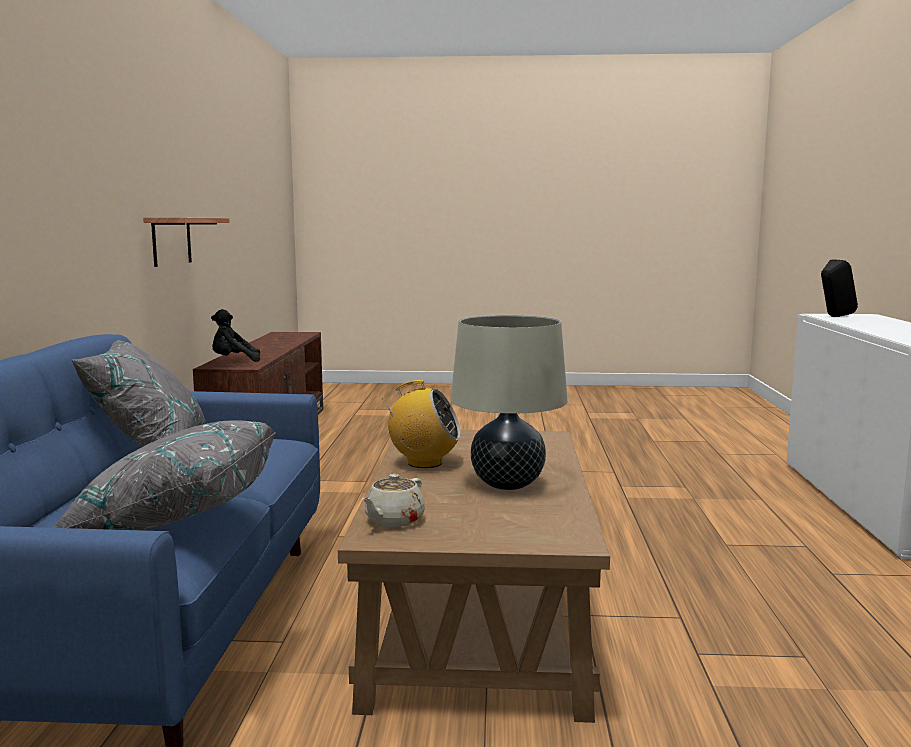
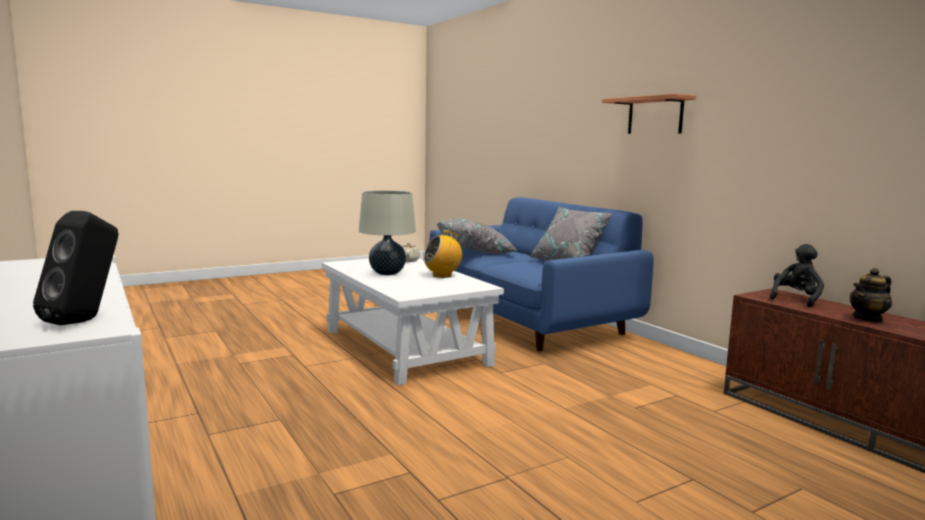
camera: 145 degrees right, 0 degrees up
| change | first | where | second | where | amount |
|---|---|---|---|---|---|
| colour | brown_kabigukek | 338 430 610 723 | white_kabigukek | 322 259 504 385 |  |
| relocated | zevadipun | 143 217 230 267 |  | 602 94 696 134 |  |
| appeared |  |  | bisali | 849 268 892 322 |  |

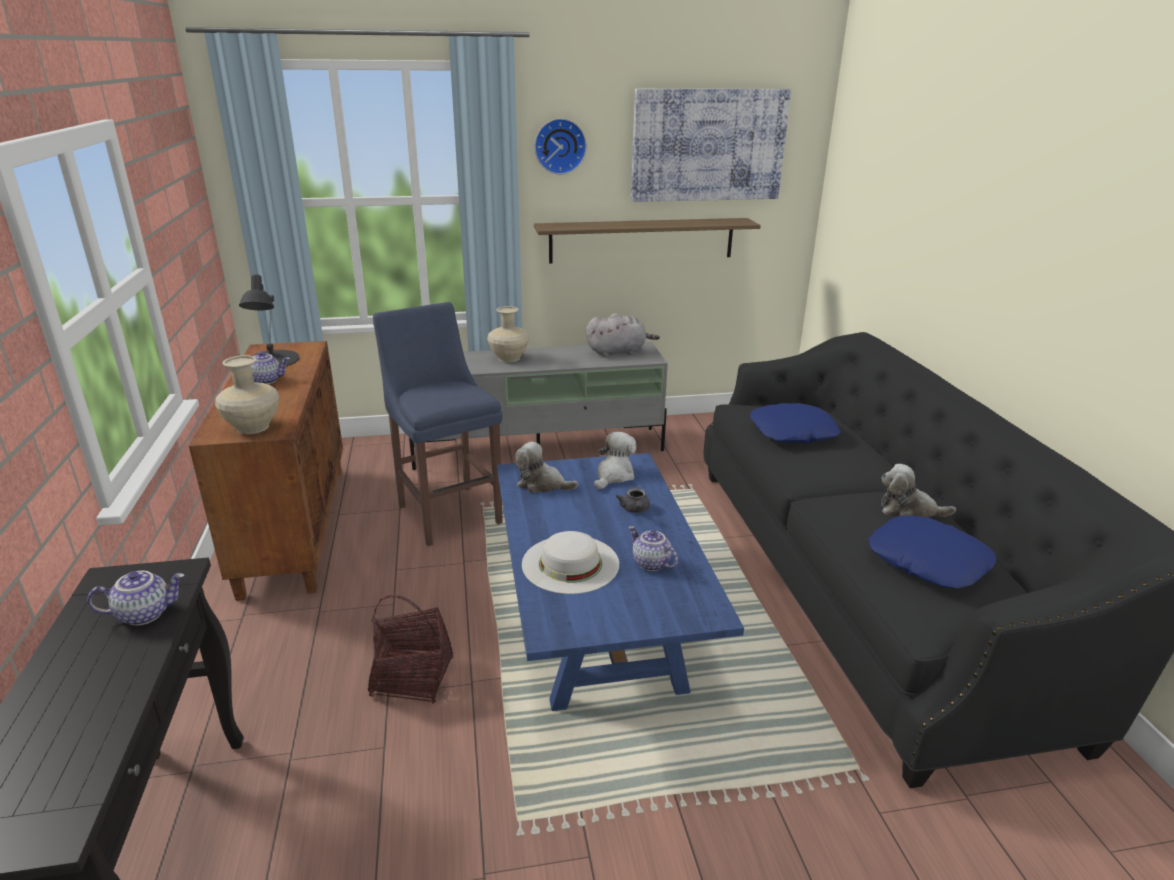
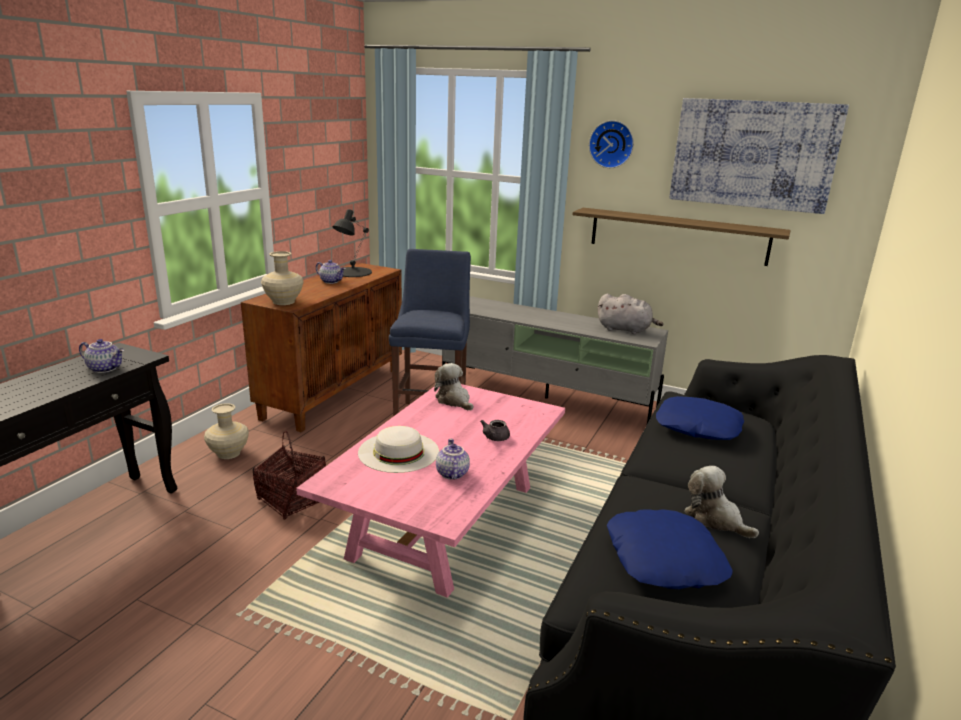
camera: 35 degrees right, 5 degrees down
| change | first | where | second | where | amount |
|---|---|---|---|---|---|
| relocated | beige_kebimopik | 487 306 529 362 |  | 204 403 249 459 |  |
| colour | blue_kabigukek | 497 453 744 711 | pink_kabigukek | 296 384 565 598 |  |
| missing | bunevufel | 594 432 636 489 |  |  |  |

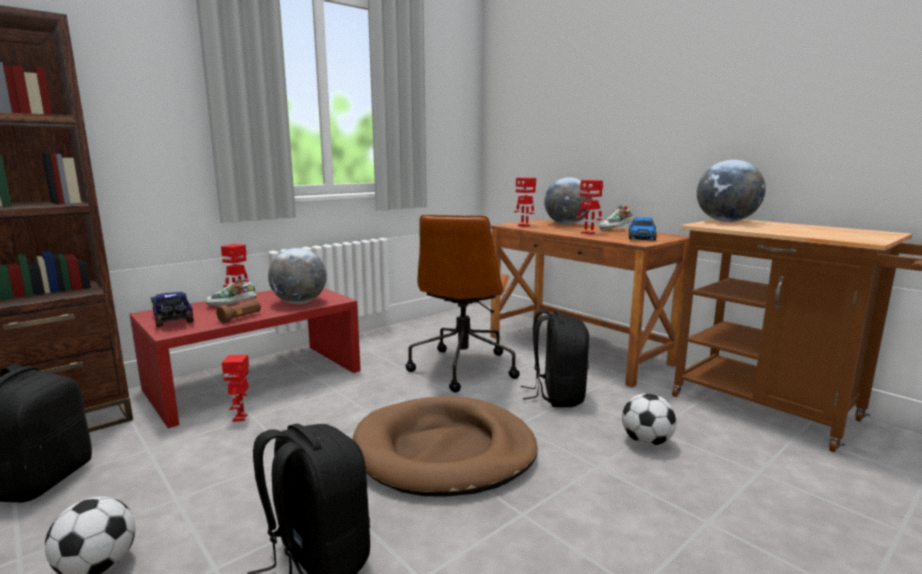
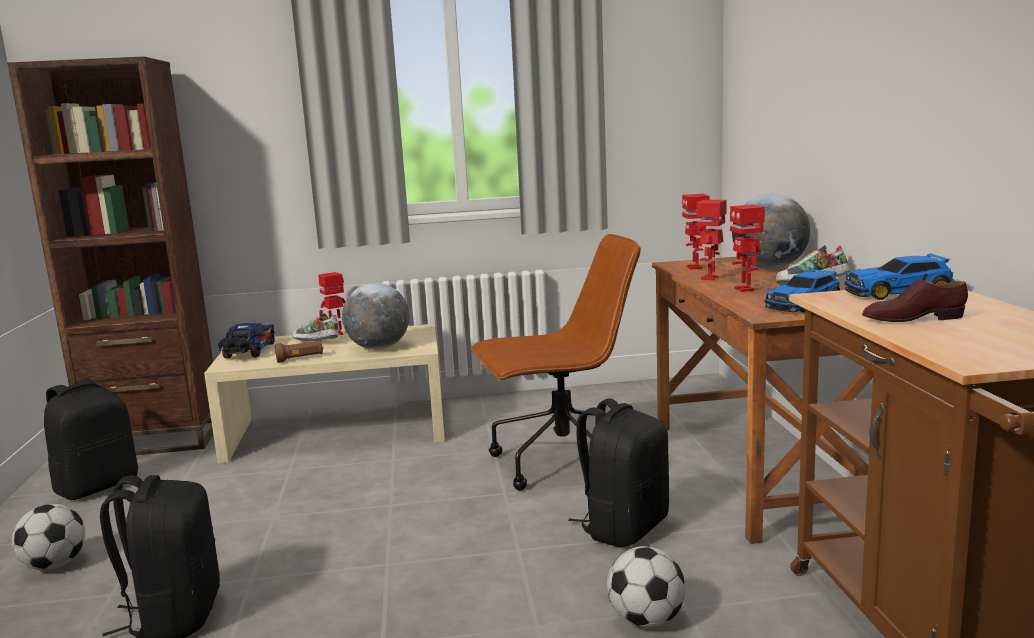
camera: 35 degrees right, 0 degrees up
| change | first | where | second | where | amount |
|---|---|---|---|---|---|
| colour | red_kabigukek | 130 288 361 428 | beige_kabigukek | 204 324 445 464 |  |
| spun | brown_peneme | 405 215 520 392 |  | 471 234 641 491 | 150 degrees counterclockwise |
| relocated | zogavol | 222 355 249 422 |  | 697 200 726 280 |  |
| exchanged | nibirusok | 697 160 766 222 | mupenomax | 845 253 955 300 |  |
| appeared |  |  | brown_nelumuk | 862 279 968 322 |  |
| missing | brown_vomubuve | 353 396 538 497 |  |  |  |

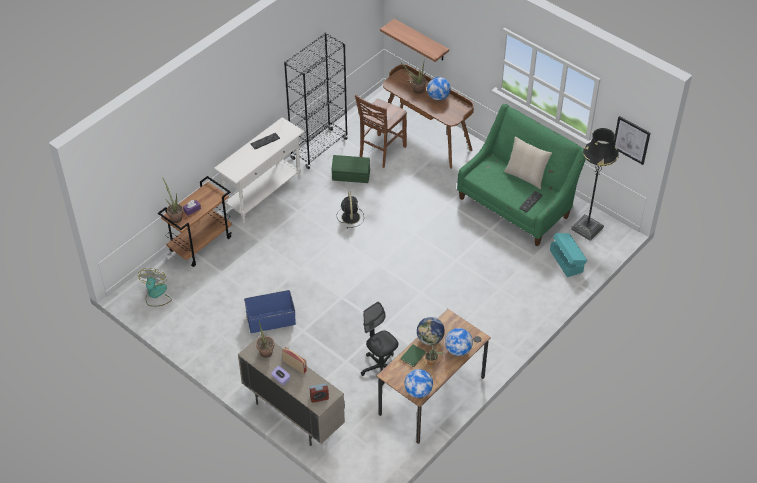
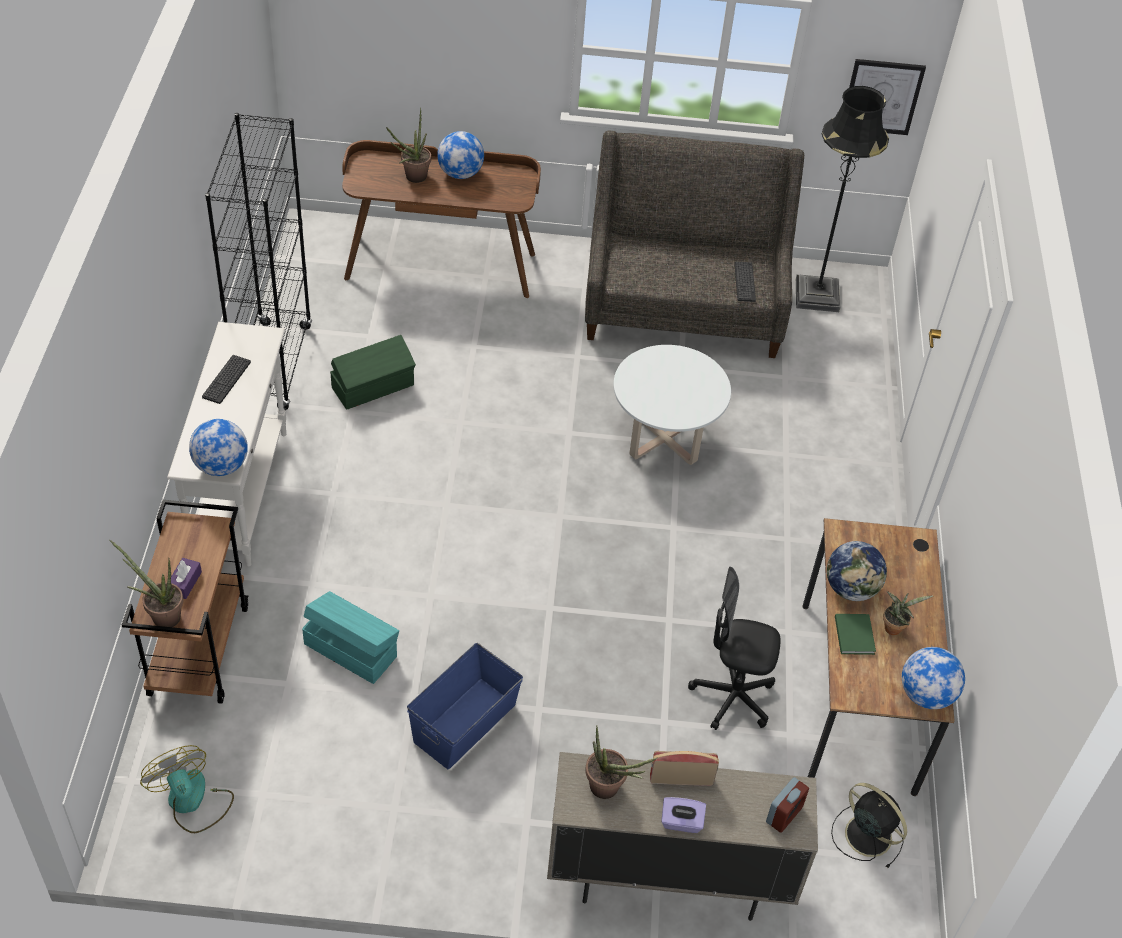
camera: 40 degrees left, 0 degrees up
| change | first | where | second | where | amount |
|---|---|---|---|---|---|
| relocated | nibirusok | 445 328 473 356 |  | 189 419 248 476 |  |
| relocated | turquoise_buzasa | 550 233 587 277 |  | 302 591 399 684 |  |
| colour | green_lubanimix | 457 104 586 247 | grey_lubanimix | 585 130 804 358 |  |
| appeared |  |  | white_kabigukek | 613 345 731 465 |  |
| relocated | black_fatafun | 337 191 364 229 |  | 831 783 907 868 |  |
| missing | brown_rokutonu | 355 95 407 168 |  |  |  |
| missing | zevadipun | 380 19 449 62 |  |  |  |
| missing | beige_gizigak | 504 136 552 189 |  |  |  |

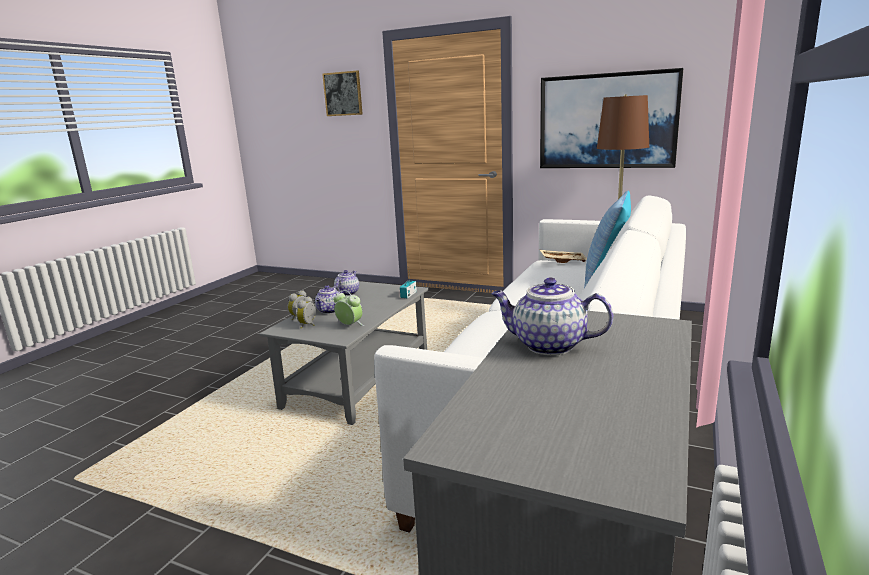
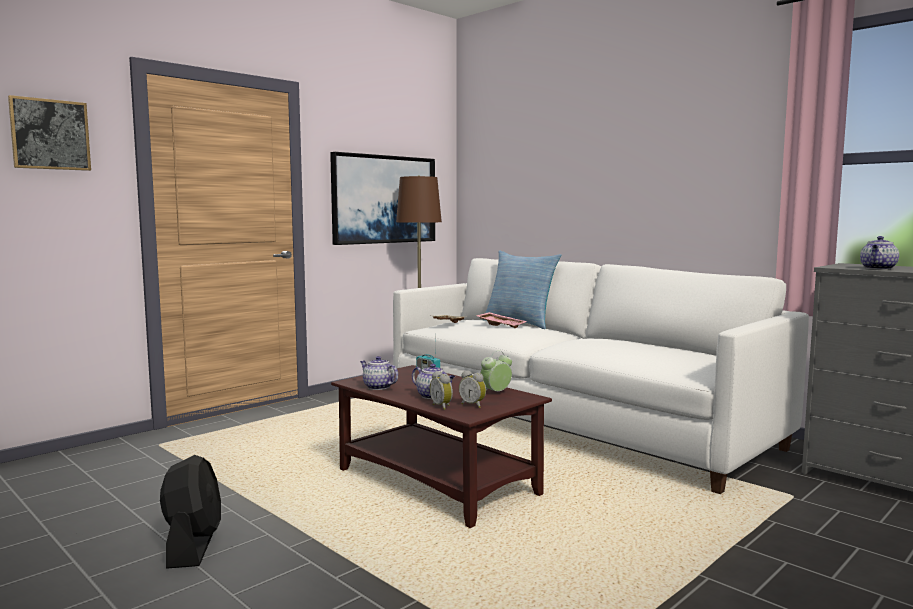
camera: 70 degrees left, 10 degrees down
| change | first | where | second | where | amount |
|---|---|---|---|---|---|
| appeared |  |  | black_fatafun | 160 455 221 568 |  |
| colour | grey_kabigukek | 260 281 429 425 | brown_kabigukek | 331 365 552 528 |  |
| appeared |  |  | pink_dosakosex | 476 312 527 328 |  |

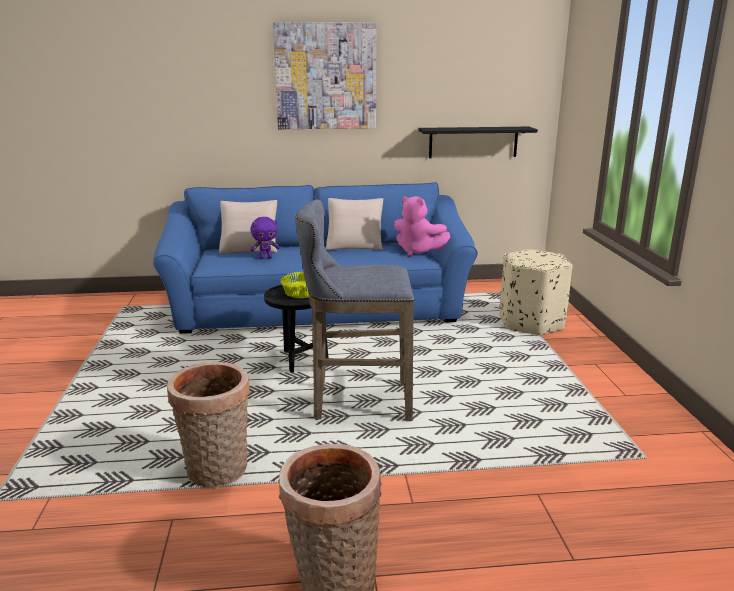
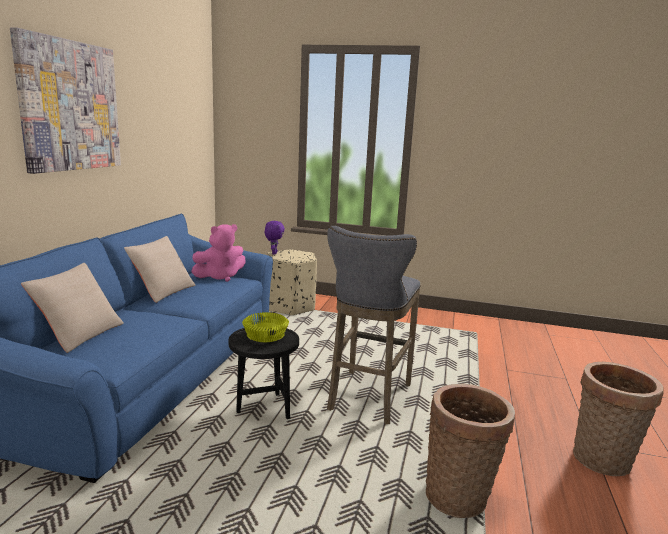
camera: 70 degrees left, 5 degrees down
| change | first | where | second | where | amount |
|---|---|---|---|---|---|
| relocated | purple_bunevufel | 250 217 280 259 |  | 265 221 285 255 |  |
| missing | black_zevadipun | 419 127 538 158 |  |  |  |

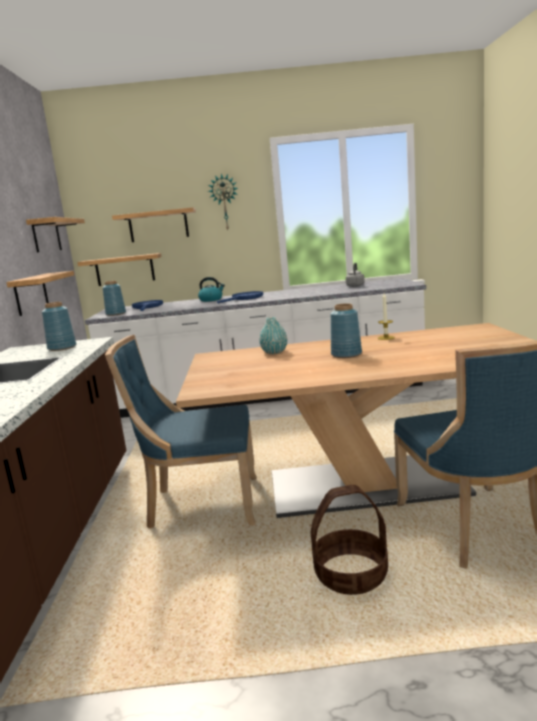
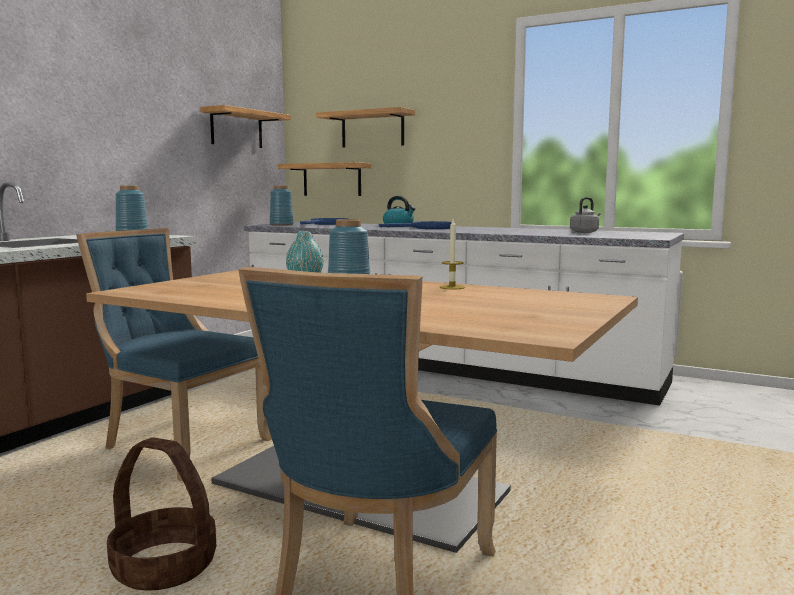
camera: 30 degrees right, 5 degrees down
| change | first | where | second | where | amount |
|---|---|---|---|---|---|
| missing | zevadipun | 6 271 74 316 |  |  |  |
| missing | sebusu | 208 173 238 230 |  |  |  |

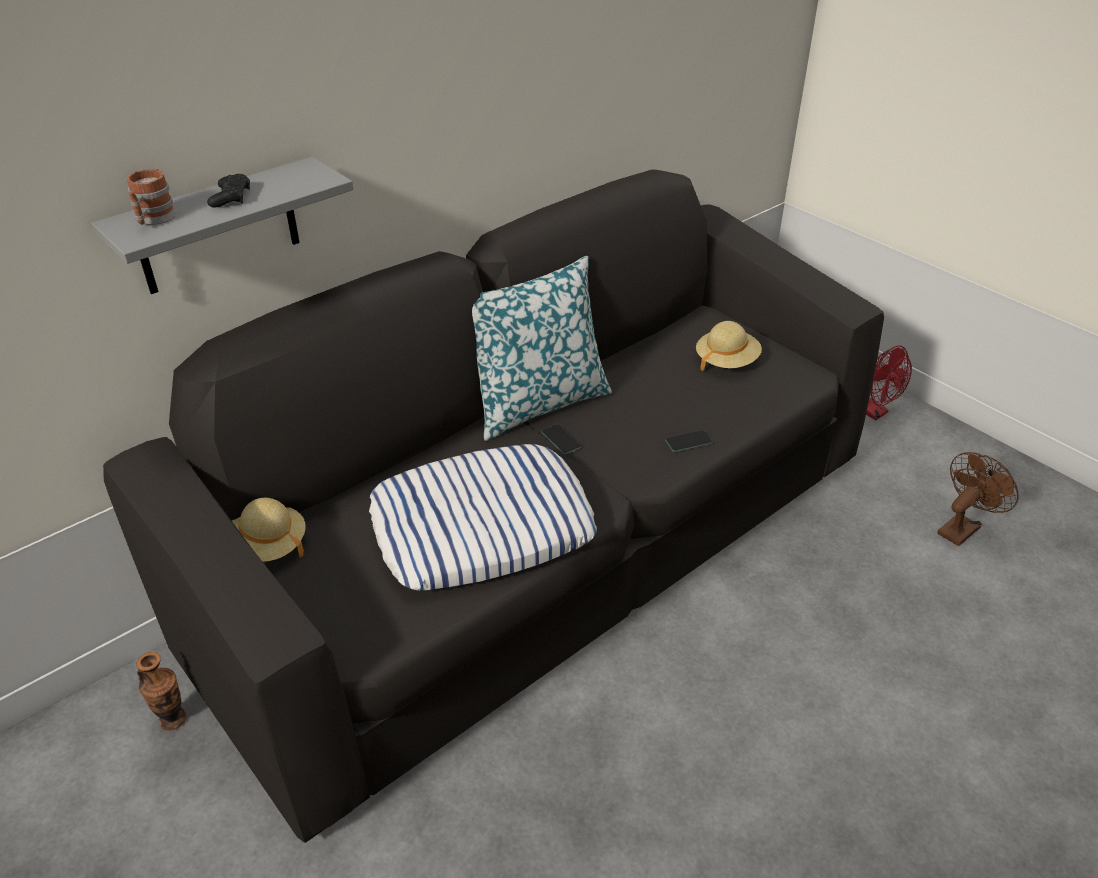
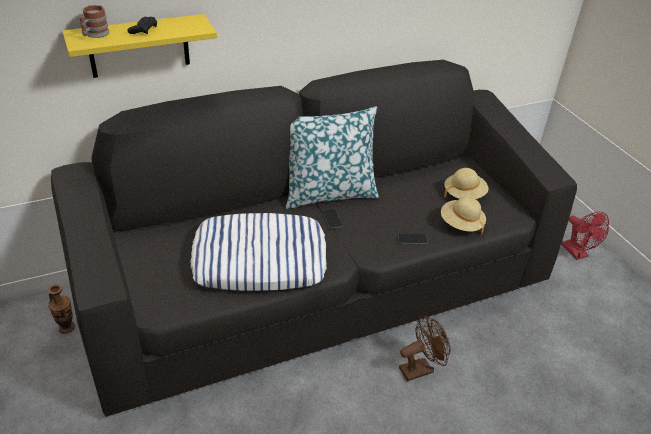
camera: 15 degrees right, 0 degrees up
| change | first | where | second | where | amount |
|---|---|---|---|---|---|
| colour | grey_zevadipun | 91 157 353 294 | yellow_zevadipun | 62 14 217 78 |  |
| relocated | brown_fatafun | 938 452 1019 546 |  | 399 315 451 381 |  |
| relocated | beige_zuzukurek | 232 498 305 562 |  | 441 196 486 234 |  |

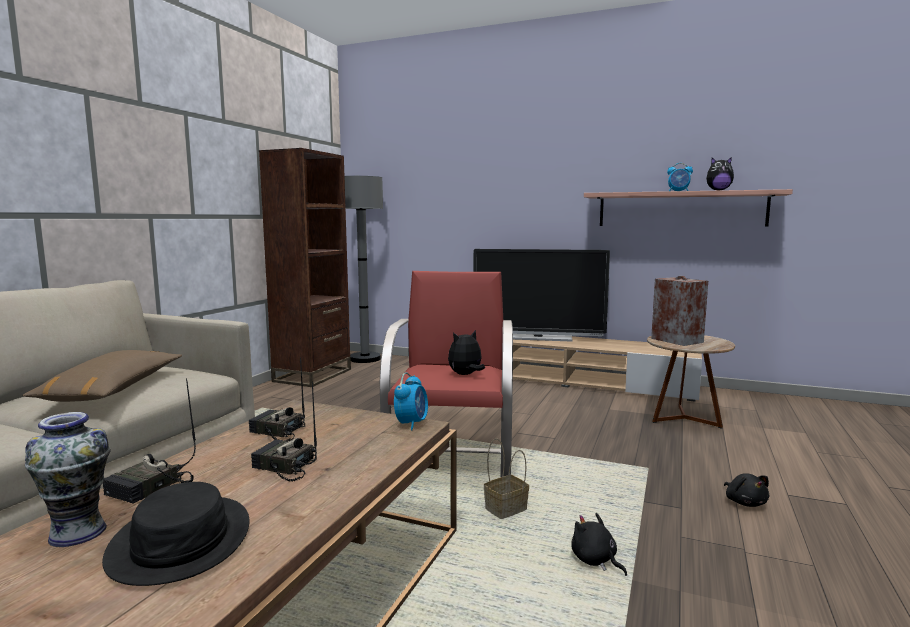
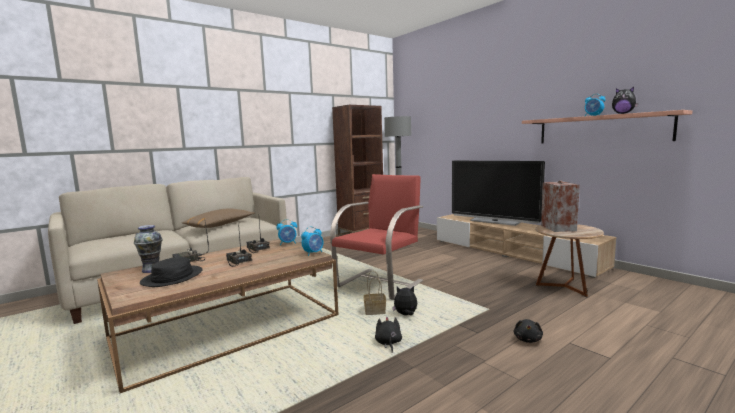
camera: 30 degrees right, 0 degrees up
| change | first | where | second | where | amount |
|---|---|---|---|---|---|
| appeared |  |  | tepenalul | 276 219 297 245 |  |
| relocated | bunevufel | 448 330 485 375 |  | 392 286 417 315 |  |

